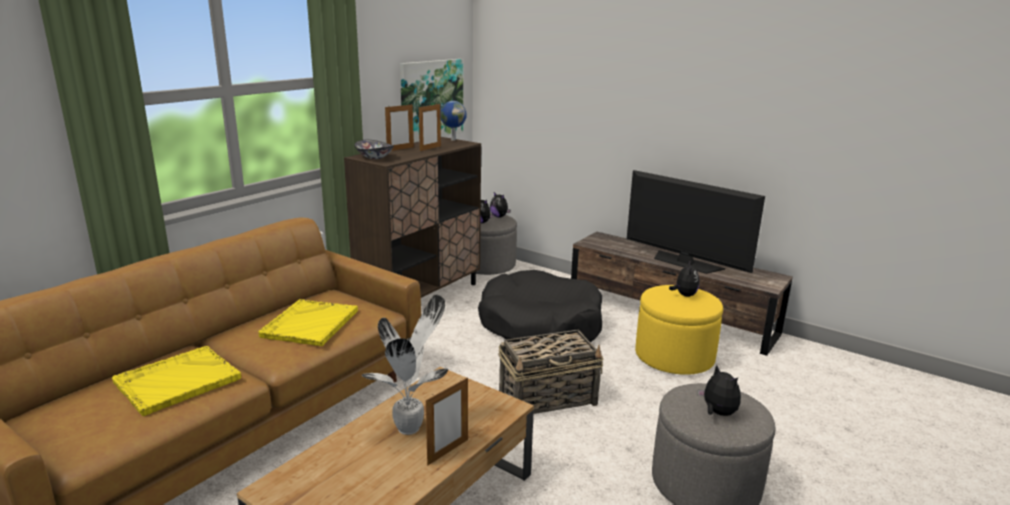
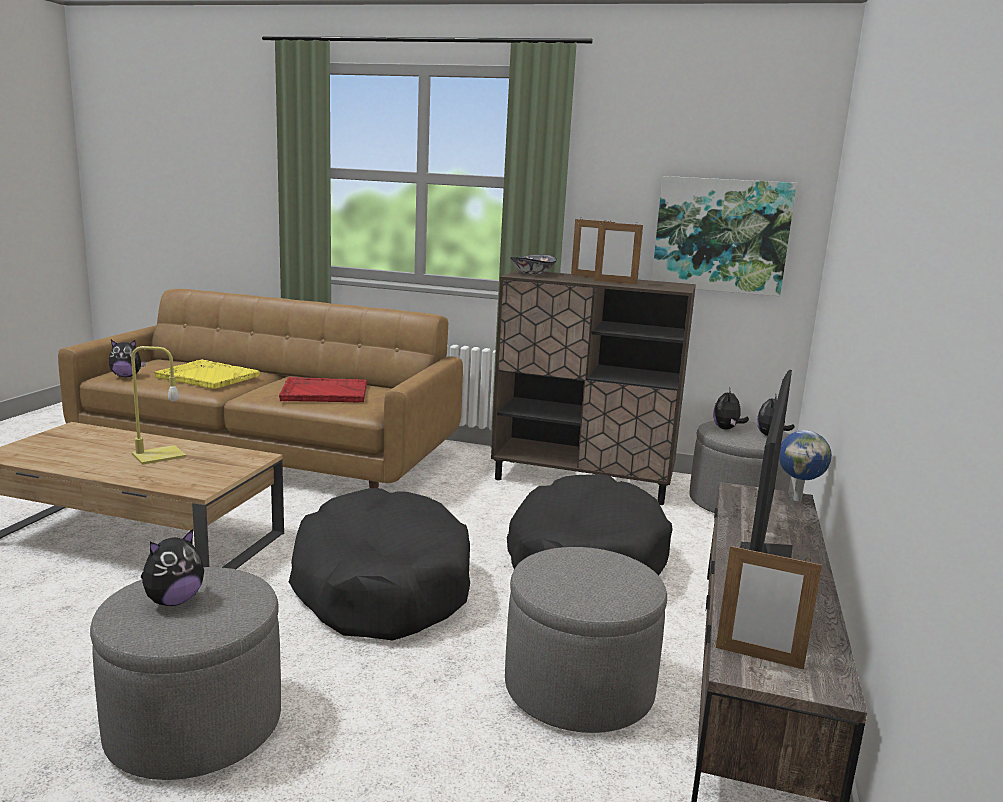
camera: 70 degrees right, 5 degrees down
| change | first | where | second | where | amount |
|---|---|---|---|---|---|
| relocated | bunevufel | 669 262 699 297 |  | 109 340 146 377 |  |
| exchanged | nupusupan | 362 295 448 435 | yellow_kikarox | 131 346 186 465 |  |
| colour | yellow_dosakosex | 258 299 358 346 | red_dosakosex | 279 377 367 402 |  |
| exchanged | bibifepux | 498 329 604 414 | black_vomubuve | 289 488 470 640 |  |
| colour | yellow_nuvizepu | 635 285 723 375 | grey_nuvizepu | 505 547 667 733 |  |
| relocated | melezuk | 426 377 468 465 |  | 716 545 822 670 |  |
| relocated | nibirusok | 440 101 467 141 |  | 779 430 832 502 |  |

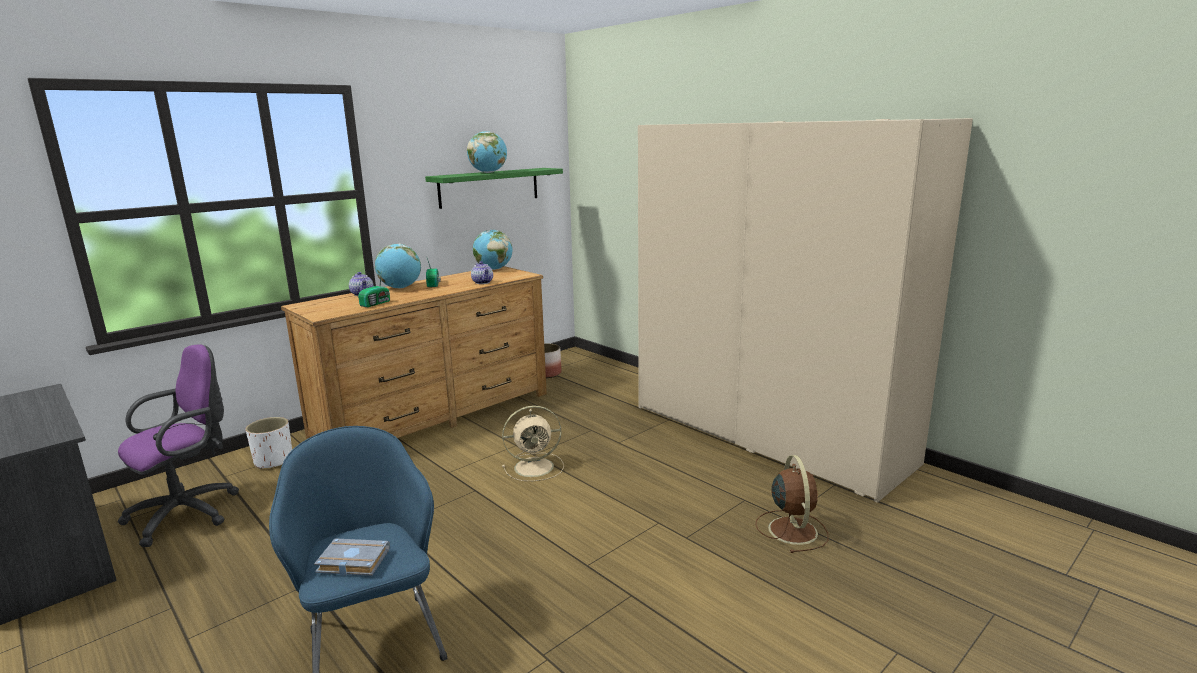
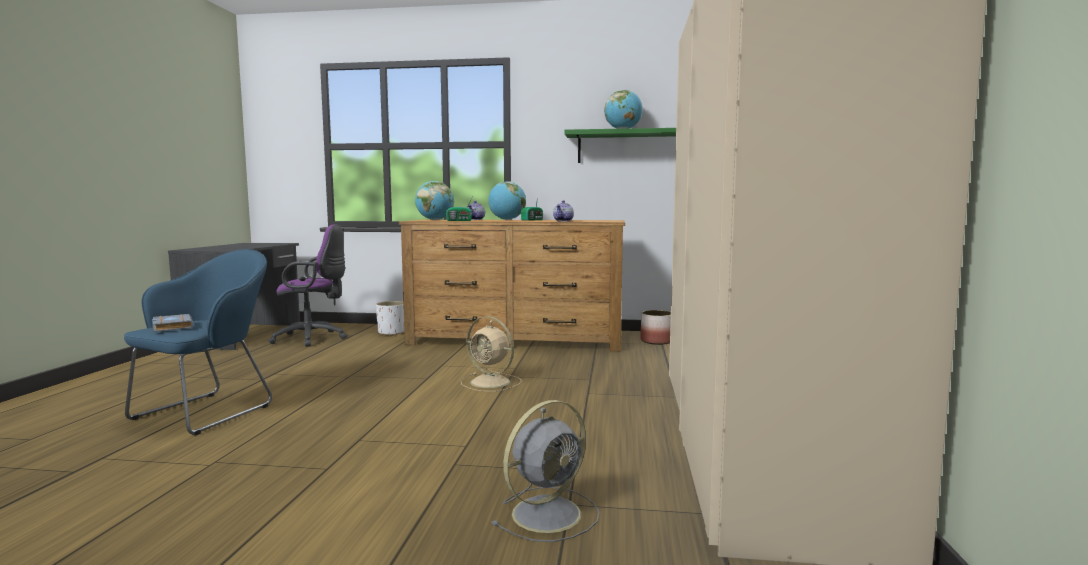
camera: 50 degrees right, 10 degrees down
| change | first | where | second | where | amount |
|---|---|---|---|---|---|
| relocated | nibirusok | 473 230 513 270 |  | 415 181 454 220 |  |
| colour | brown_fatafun | 756 455 828 553 | grey_fatafun | 491 400 599 542 |  |

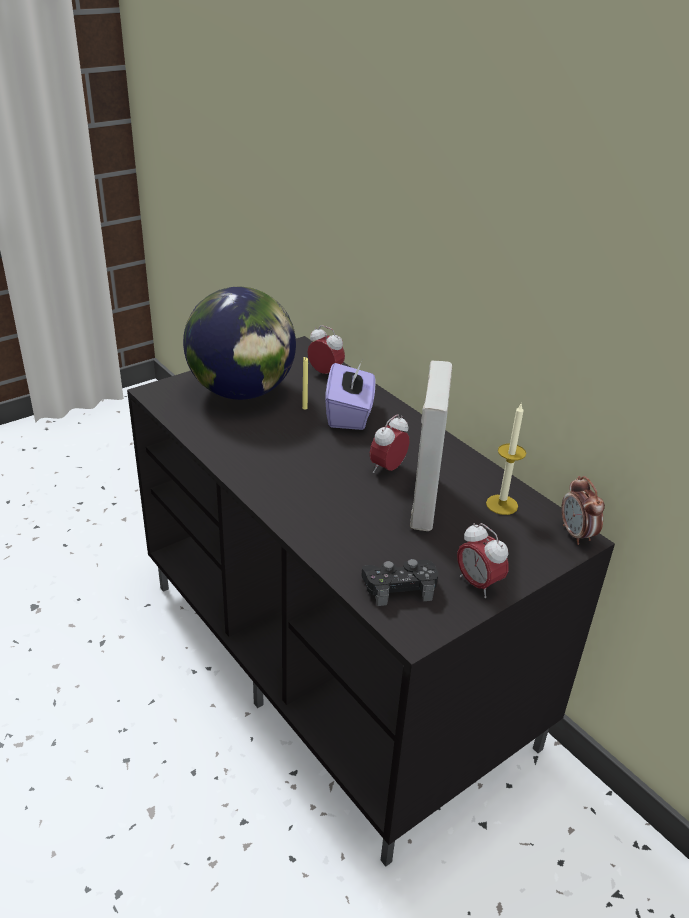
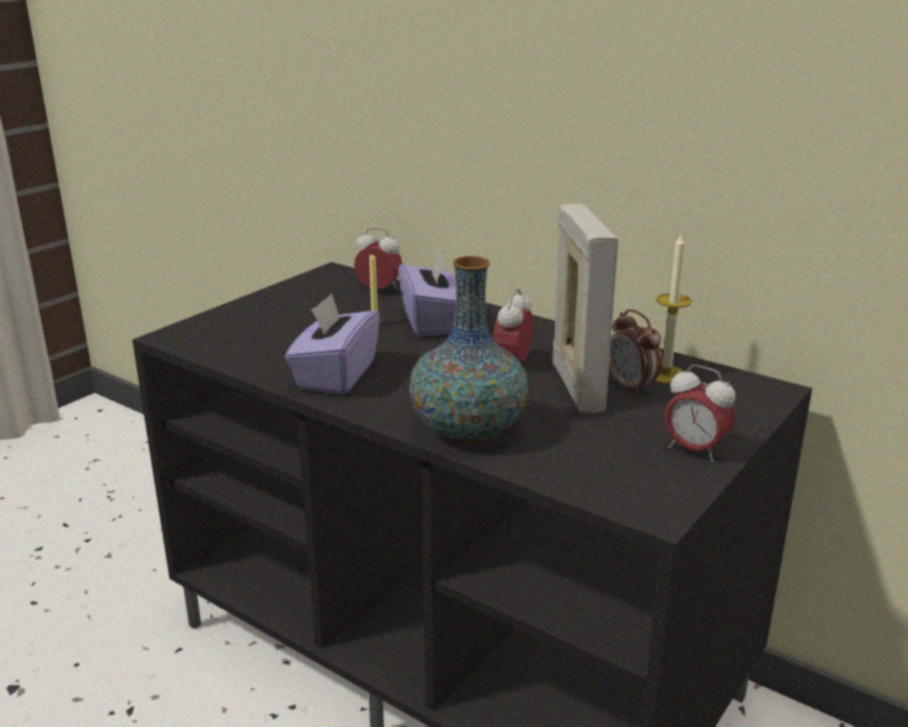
camera: 15 degrees left, 10 degrees down
| change | first | where | second | where | amount |
|---|---|---|---|---|---|
| appeared |  |  | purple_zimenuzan | 285 293 380 395 |  |
| appeared |  |  | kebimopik | 409 256 528 443 |  |
| relocated | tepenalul | 561 476 605 545 |  | 609 309 662 395 |  |
| missing | nibirusok | 183 287 296 400 |  |  |  |
| missing | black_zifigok | 361 559 438 606 |  |  |  |

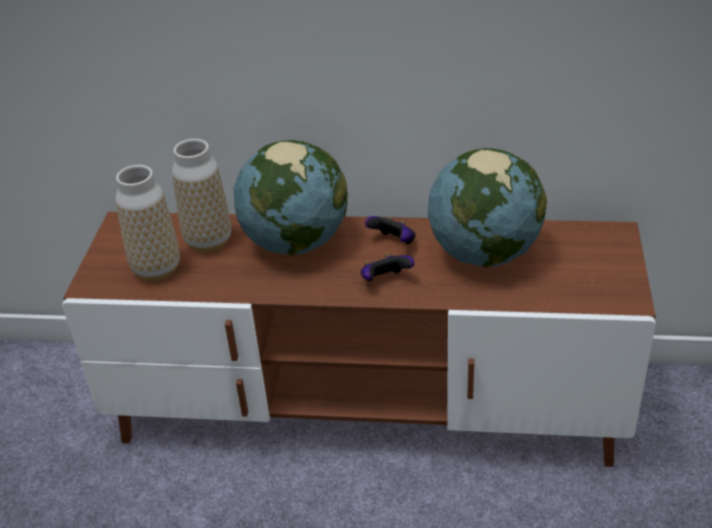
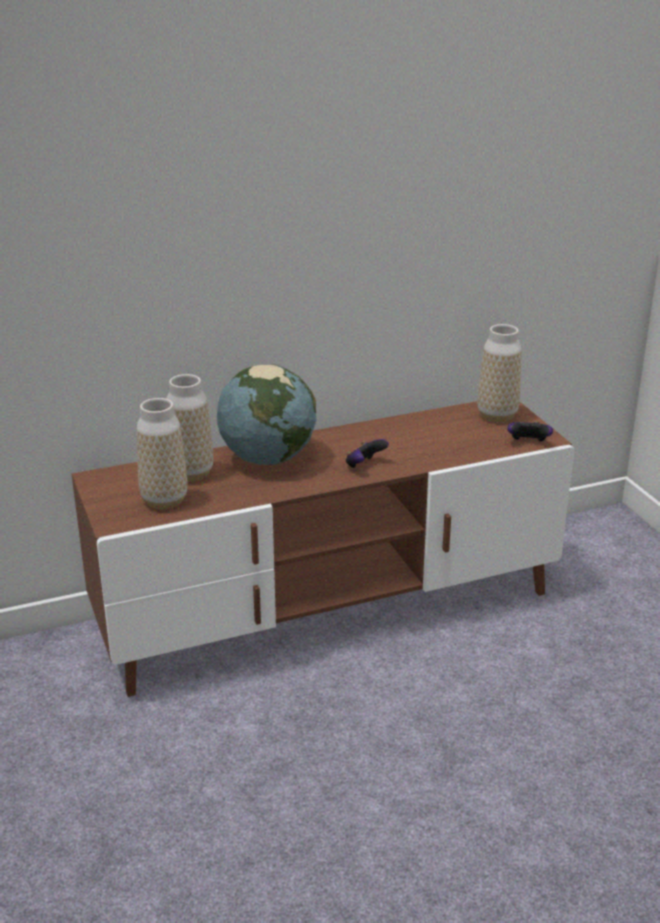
camera: 30 degrees left, 10 degrees down
| change | first | where | second | where | amount |
|---|---|---|---|---|---|
| appeared |  |  | kebimopik | 477 324 522 422 |  |
| relocated | zifigok | 365 216 416 244 |  | 507 421 553 442 |  |
| missing | nibirusok | 428 148 547 268 |  |  |  |

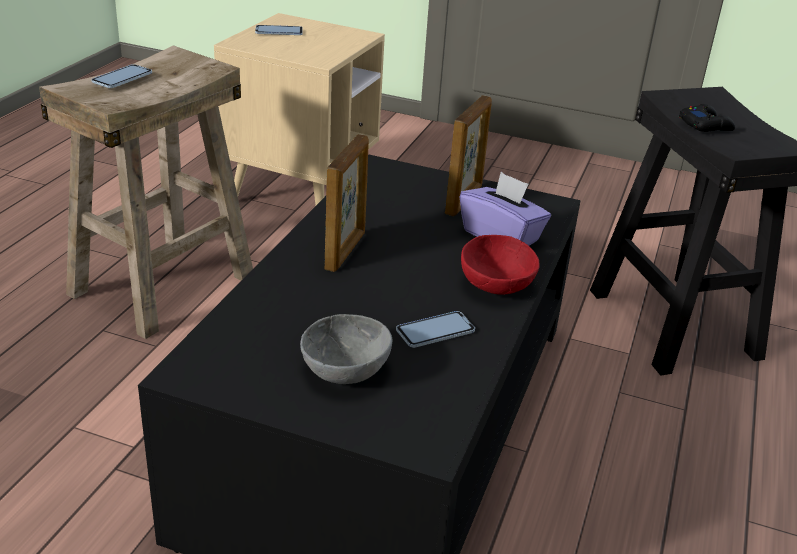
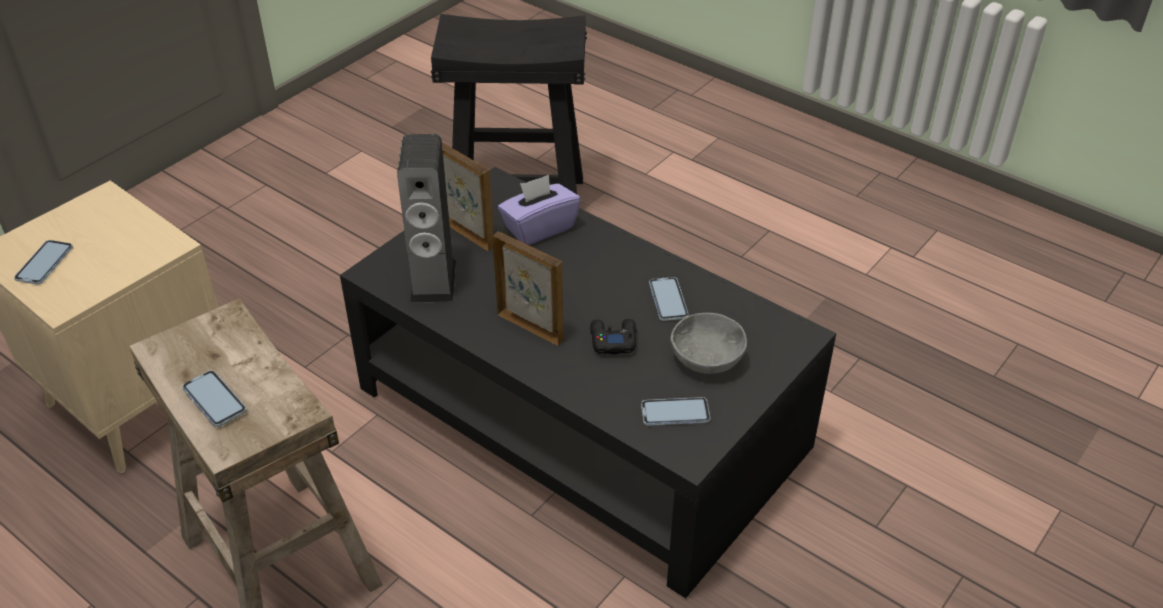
camera: 70 degrees left, 10 degrees up
| change | first | where | second | where | amount |
|---|---|---|---|---|---|
| appeared |  |  | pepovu | 397 134 456 303 |  |
| relocated | black_zifigok | 679 104 735 132 |  | 590 319 636 354 |  |
| appeared |  |  | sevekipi | 641 397 710 426 |  |
| missing | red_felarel | 461 235 540 294 |  |  |  |

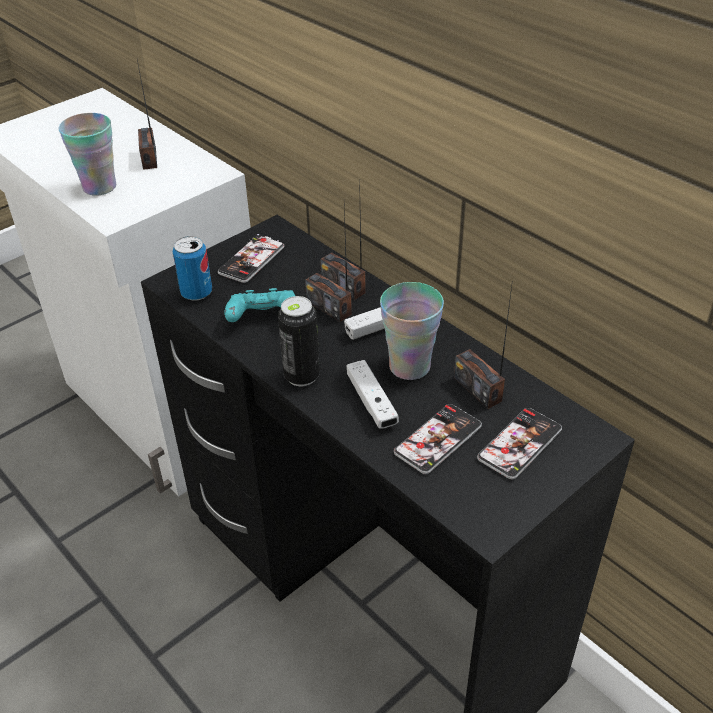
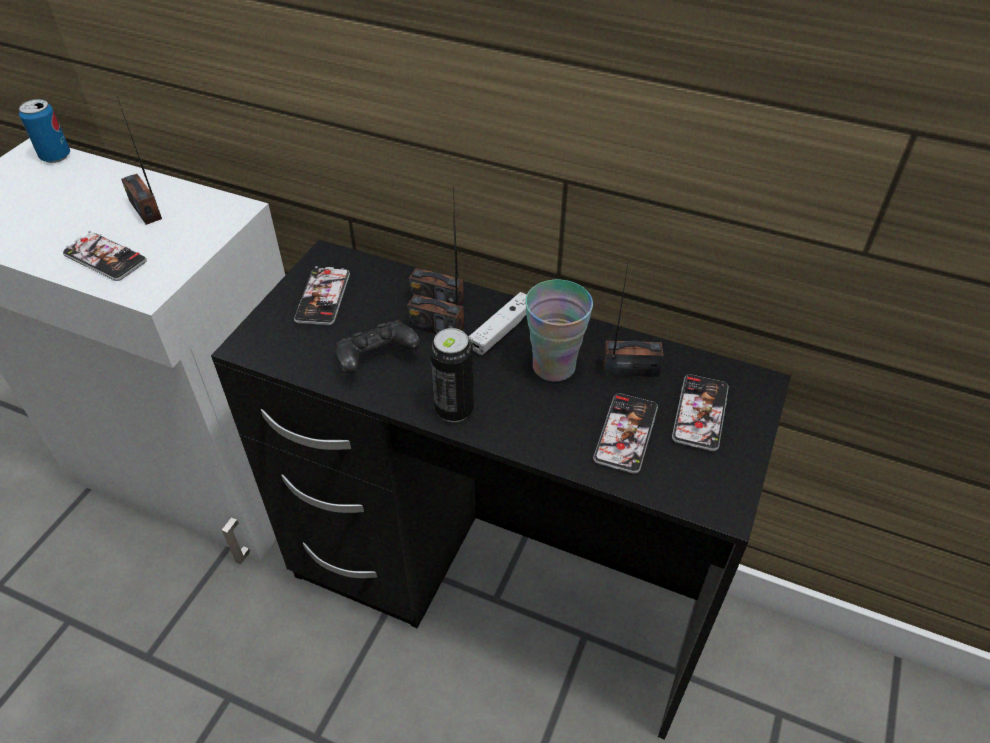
camera: 25 degrees left, 5 degrees up
| change | first | where | second | where | amount |
|---|---|---|---|---|---|
| relocated | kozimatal | 173 236 212 301 |  | 19 99 70 163 |  |
| exchanged | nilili | 58 113 116 196 | sevekipi | 63 231 147 281 |  |
| colour | turquoise_zifigok | 224 288 295 322 | black_zifigok | 336 320 420 374 |  |
| spun | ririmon | 454 286 512 409 |  | 603 260 664 377 | 150 degrees clockwise |
| missing | white_zifigok | 346 360 399 429 |  |  |  |

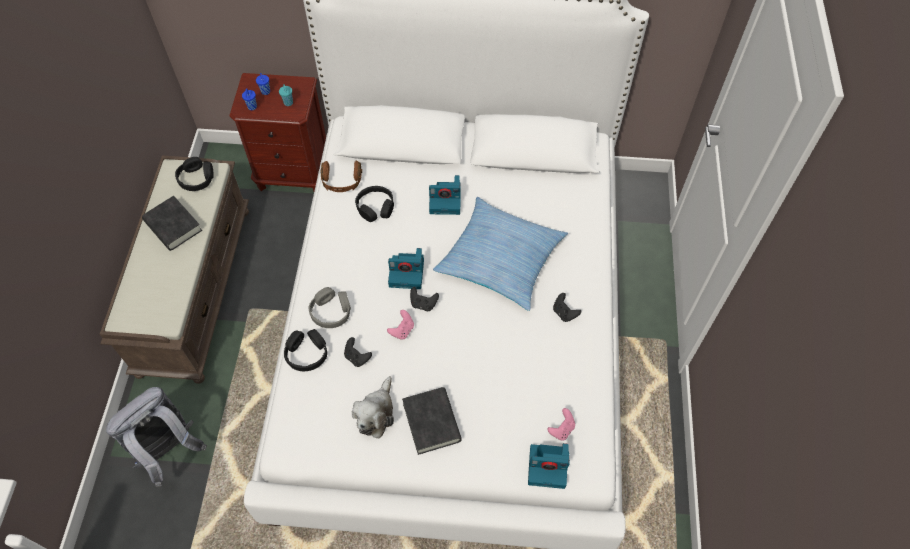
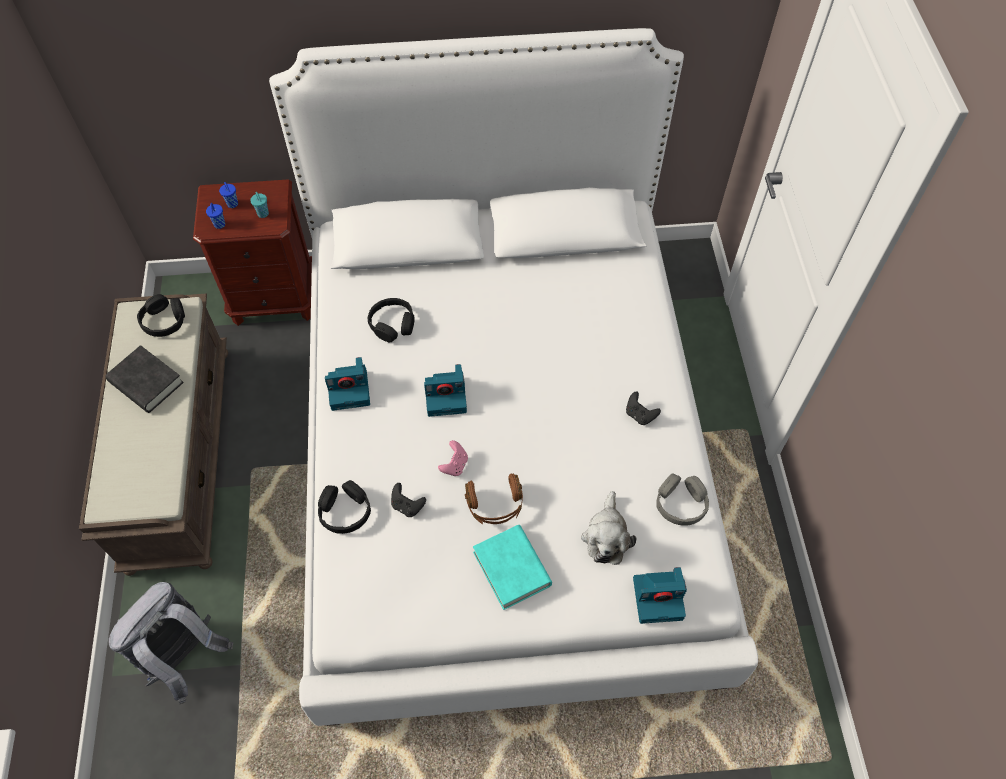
camera: 10 degrees left, 0 degrees up
| change | first | where | second | where | amount |
|---|---|---|---|---|---|
| relocated | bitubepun | 429 175 461 215 |  | 325 357 370 411 |  |
| relocated | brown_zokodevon | 320 161 362 192 |  | 465 474 523 525 |  |
| colour | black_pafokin | 402 387 462 455 | turquoise_pafokin | 473 525 552 610 |  |
| relocated | bunevufel | 352 376 394 438 |  | 581 491 636 565 |  |
| relocated | grey_zokodevon | 308 287 351 328 |  | 656 474 709 526 |  |
| missing | black_zifigok | 410 287 439 311 |  |  |  |
| missing | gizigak | 433 197 568 311 |  |  |  |
| missing | pink_zifigok | 547 408 575 441 |  |  |  |

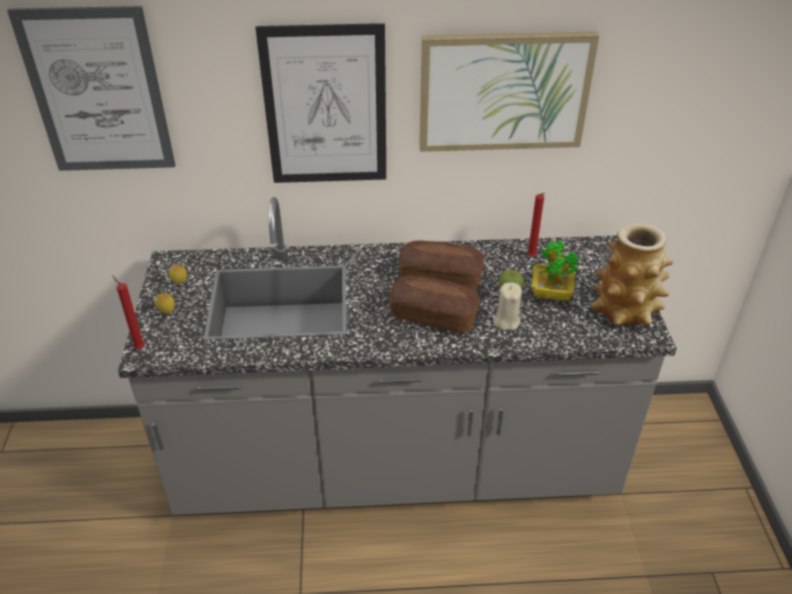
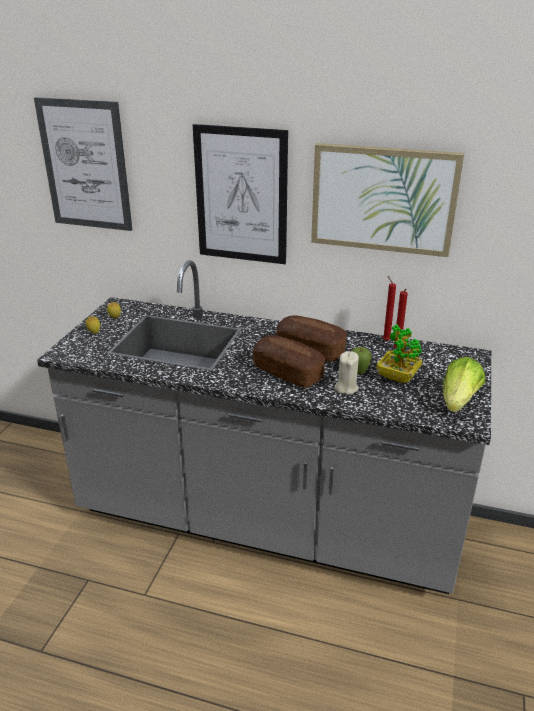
camera: 20 degrees right, 10 degrees down
| change | first | where | second | where | amount |
|---|---|---|---|---|---|
| relocated | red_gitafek | 112 275 145 349 |  | 383 276 396 341 |  |
| exchanged | kebimopik | 591 222 673 326 | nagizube | 443 357 485 412 |  |

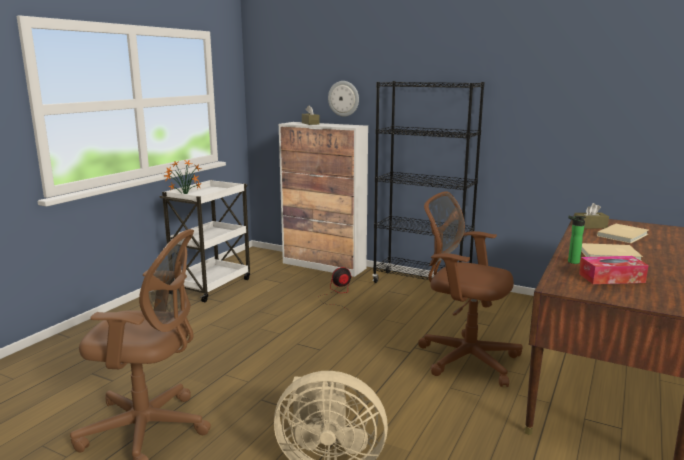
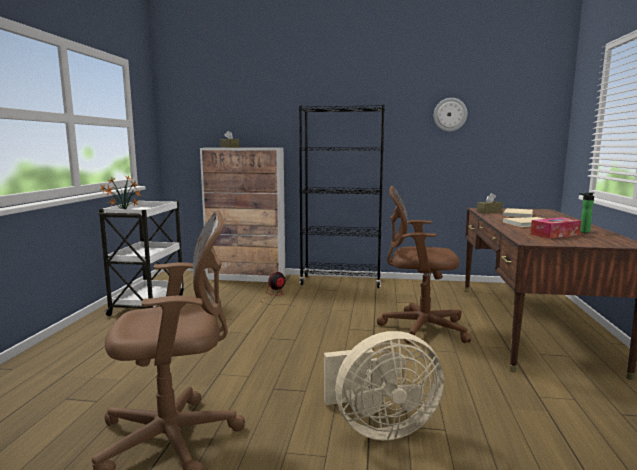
camera: 20 degrees left, 5 degrees down
| change | first | where | second | where | amount |
|---|---|---|---|---|---|
| relocated | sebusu | 328 81 359 117 |  | 434 98 467 132 |  |
| relocated | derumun | 568 216 586 264 |  | 579 192 594 233 |  |

